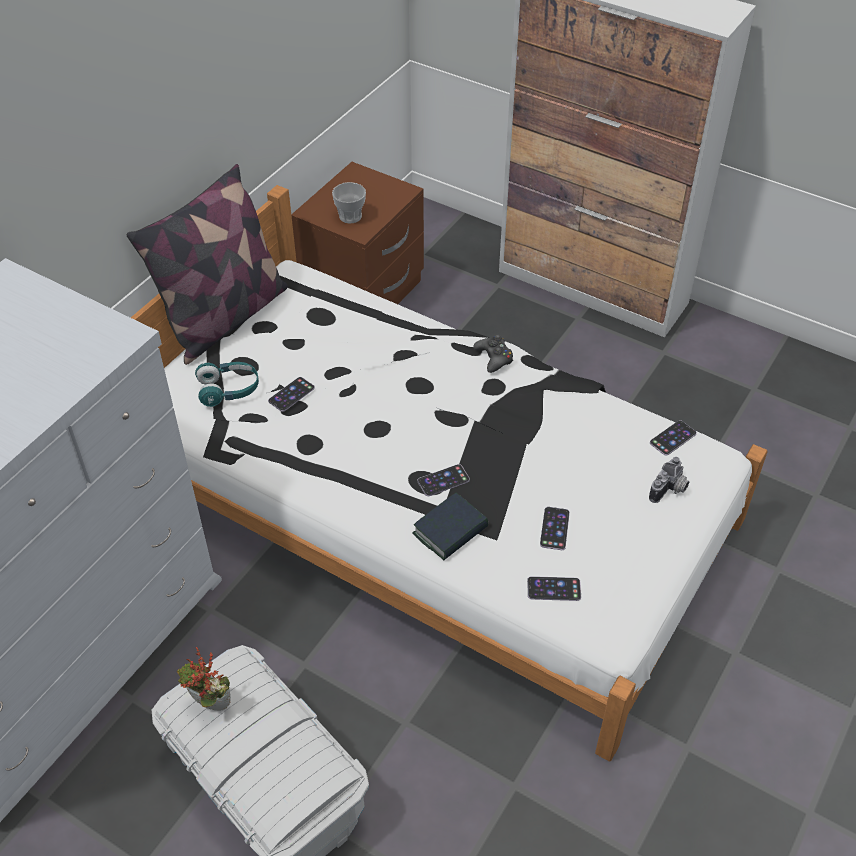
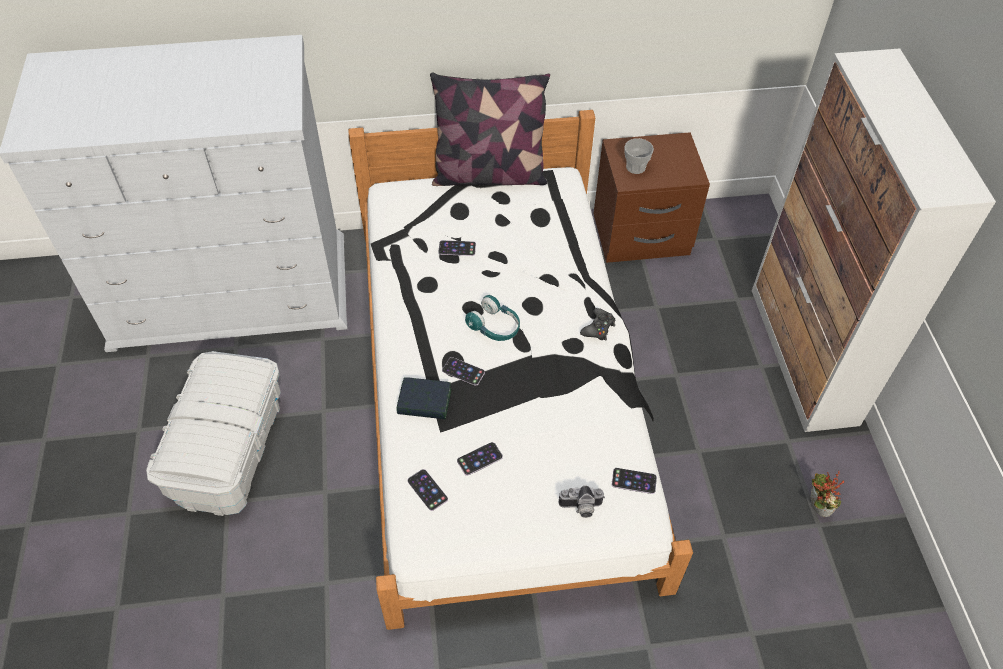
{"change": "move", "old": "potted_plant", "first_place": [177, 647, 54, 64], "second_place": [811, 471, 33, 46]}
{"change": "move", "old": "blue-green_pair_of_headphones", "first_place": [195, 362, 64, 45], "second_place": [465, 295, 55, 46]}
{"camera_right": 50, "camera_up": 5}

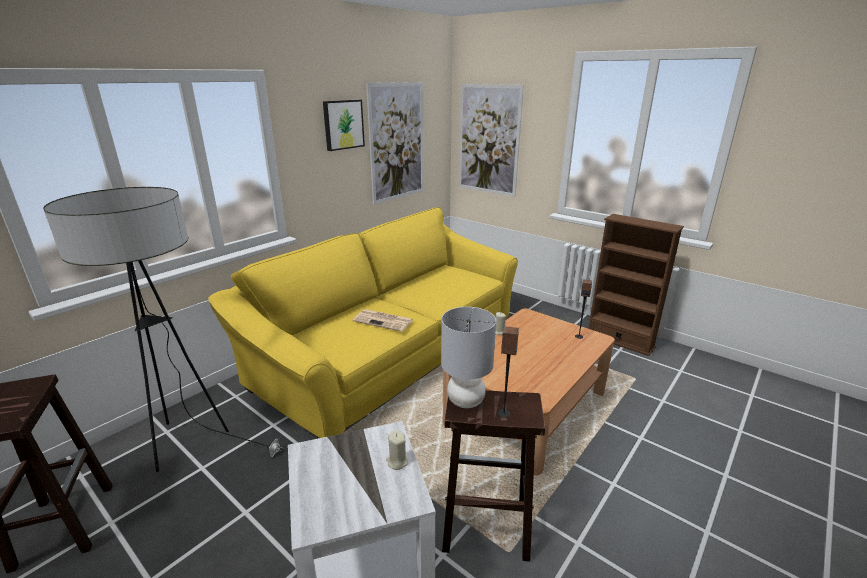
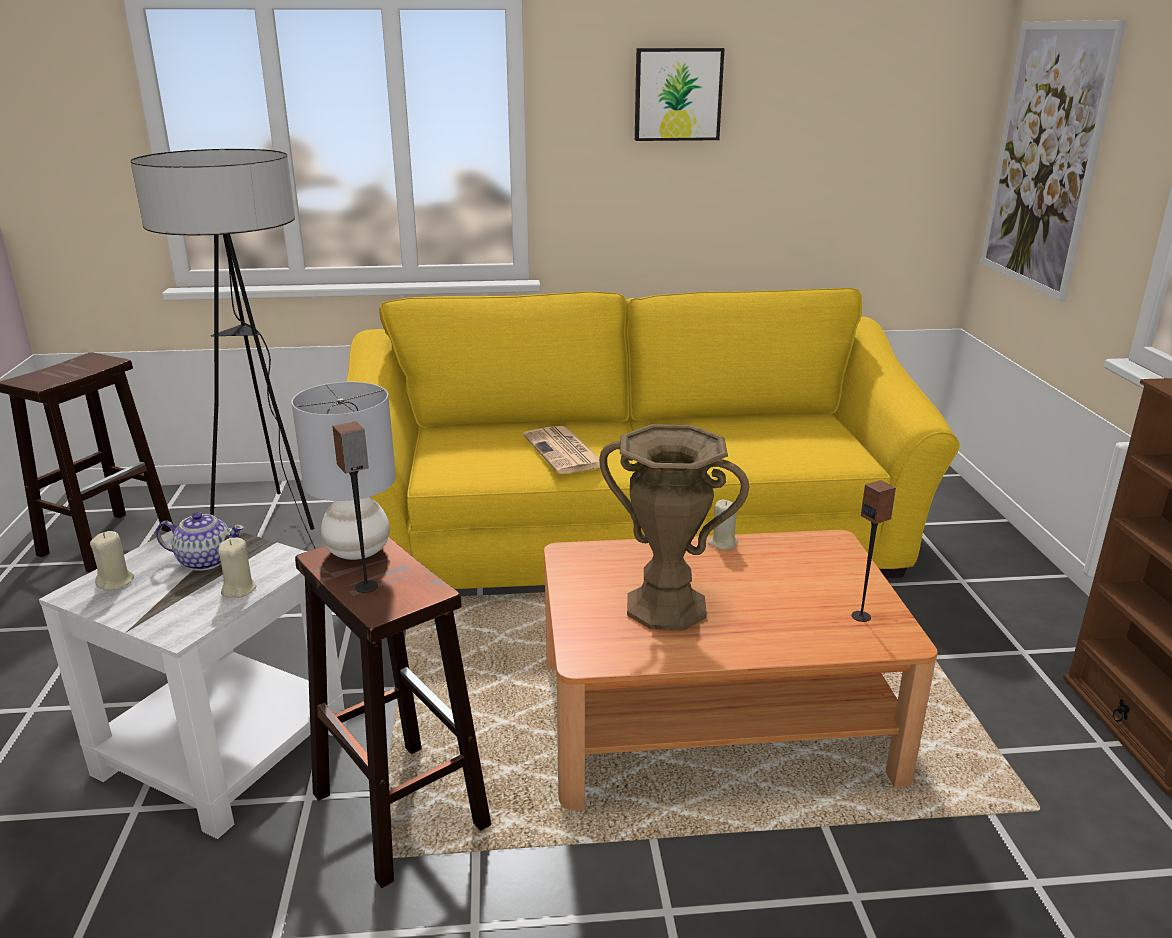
{"change": "delete", "old": "wall_art", "first_place": [366, 82, 58, 122]}
{"change": "insert", "new": "beige_candle", "second_place": [90, 531, 44, 60]}
{"change": "insert", "new": "teapot", "second_place": [156, 512, 89, 59]}
{"change": "insert", "new": "brownish_decorative_vase", "second_place": [599, 424, 150, 207]}
{"camera_right": 45, "camera_up": 0}

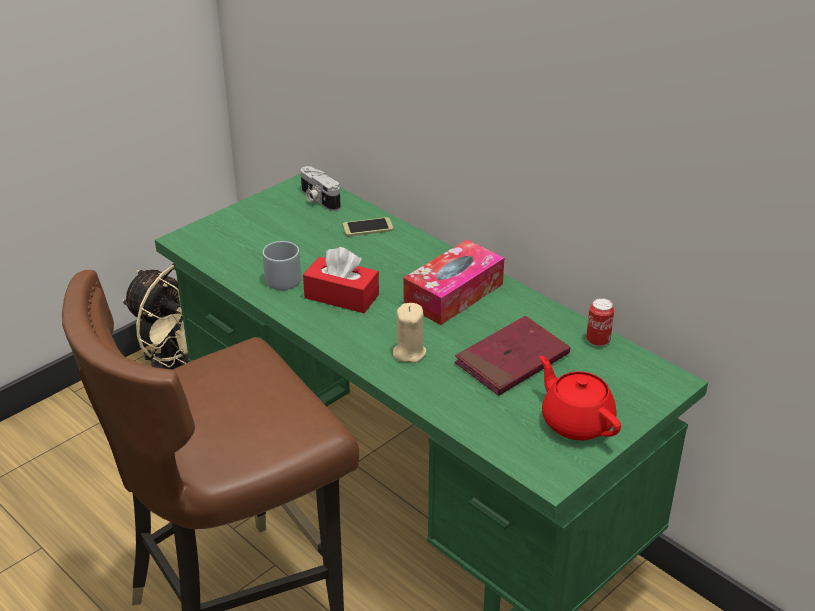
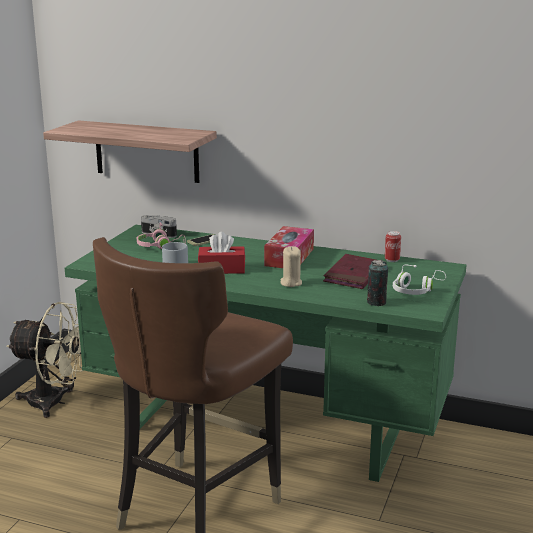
{"change": "replace", "old": "red_teapot", "new": "whitish_pair_of_headphones", "first_place": [539, 356, 82, 84], "second_place": [393, 265, 53, 30]}
{"change": "insert", "new": "shelf", "second_place": [43, 120, 174, 63]}
{"change": "insert", "new": "pink_pair_of_headphones", "second_place": [137, 223, 49, 26]}
{"change": "insert", "new": "can", "second_place": [367, 260, 21, 46]}
{"camera_right": -25, "camera_up": -15}

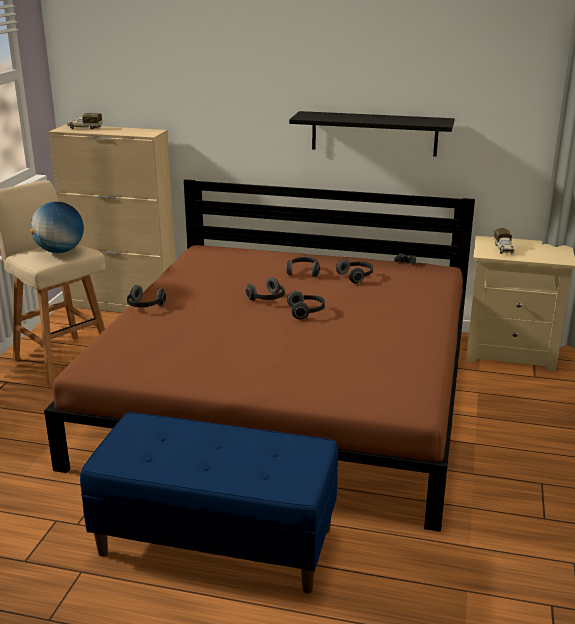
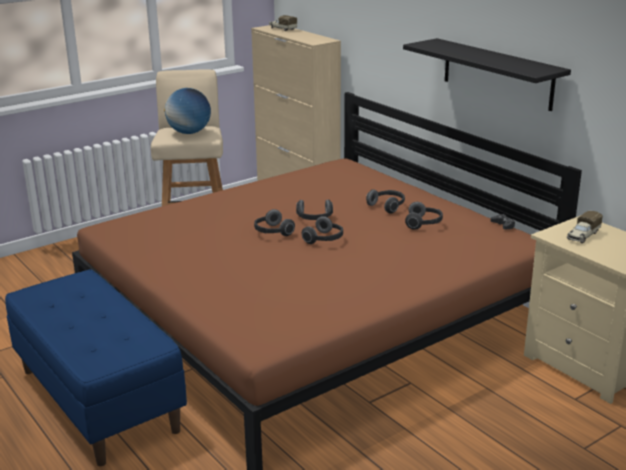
{"change": "move", "old": "pair_of_headphones", "first_place": [127, 285, 40, 22], "second_place": [254, 209, 41, 27]}
{"camera_right": 40, "camera_up": 0}

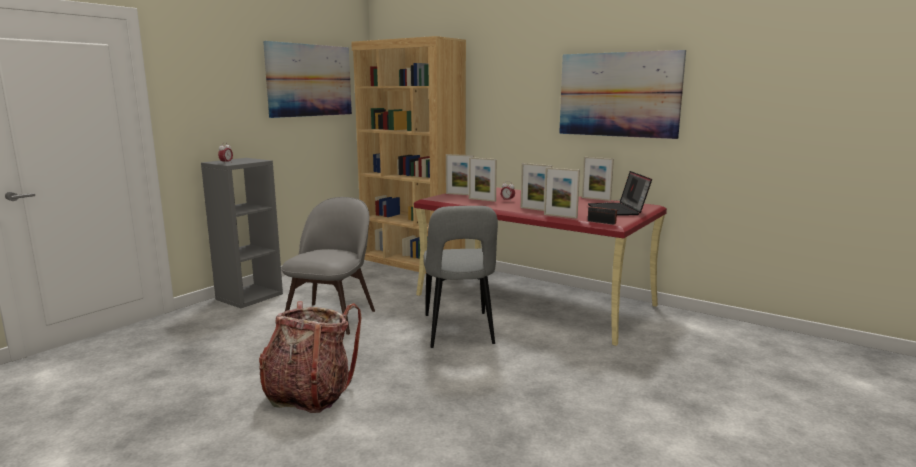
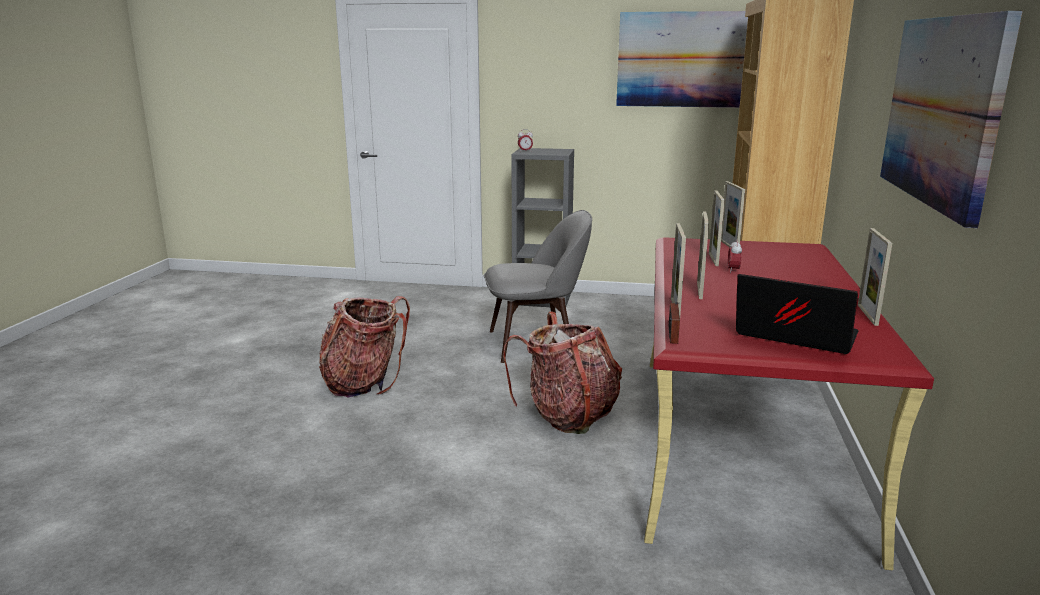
{"change": "replace", "old": "greyish_plain_chair", "new": "backpack", "first_place": [423, 206, 75, 142], "second_place": [503, 312, 119, 122]}
{"change": "rotate", "old": "portable_computer", "first_place": [588, 171, 64, 45], "second_place": [736, 274, 123, 80], "degrees": 60}
{"camera_right": 65, "camera_up": 5}

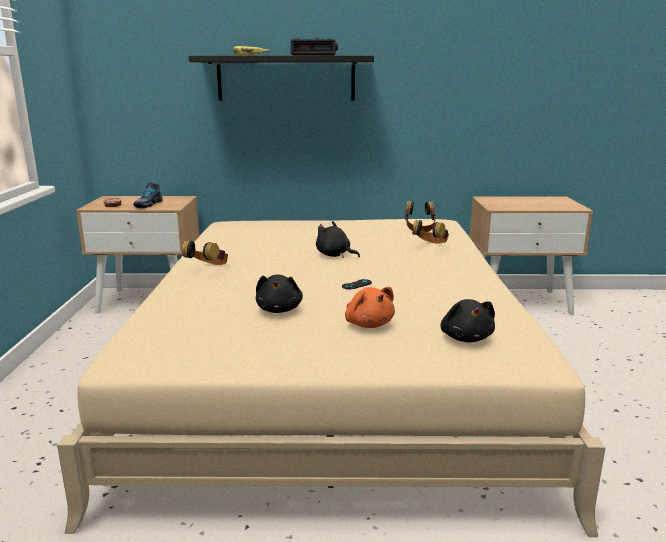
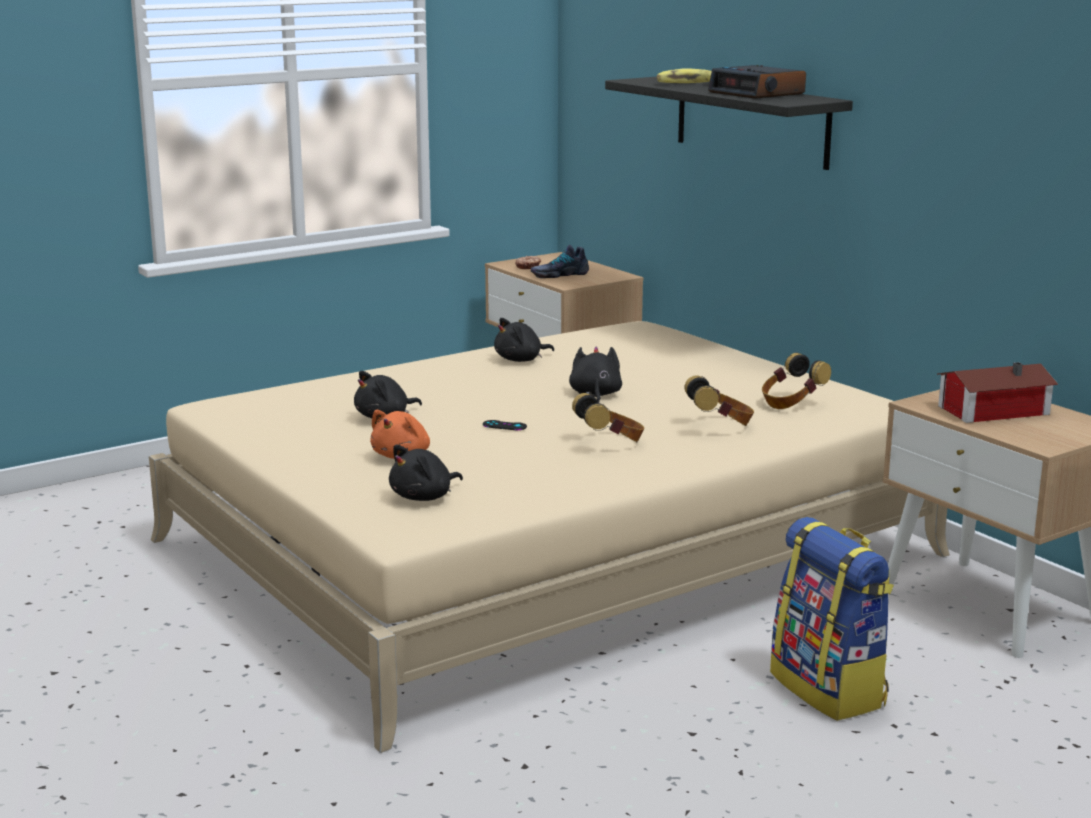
{"change": "move", "old": "pair_of_headphones", "first_place": [182, 241, 46, 24], "second_place": [572, 393, 72, 49]}
{"change": "insert", "new": "blackish_soft_toy", "second_place": [494, 318, 60, 44]}
{"change": "insert", "new": "backpack", "second_place": [770, 517, 124, 204]}
{"change": "insert", "new": "toy_house", "second_place": [937, 362, 121, 61]}
{"camera_right": 55, "camera_up": 0}

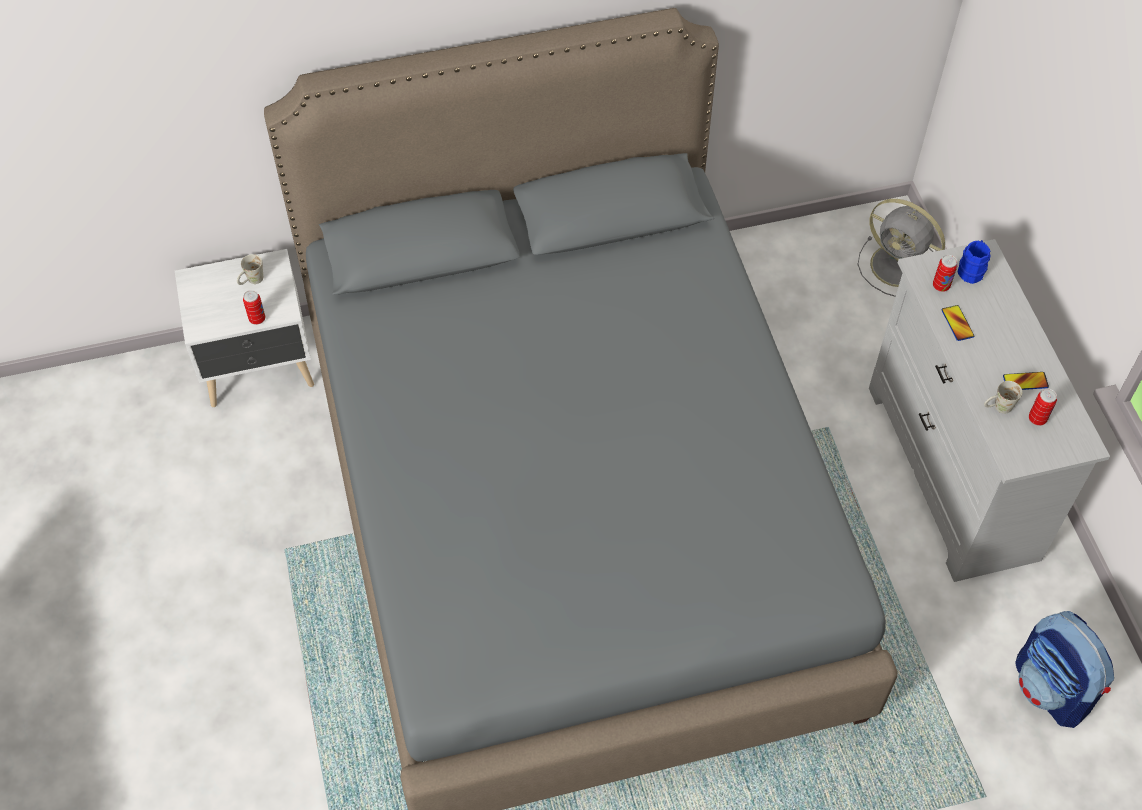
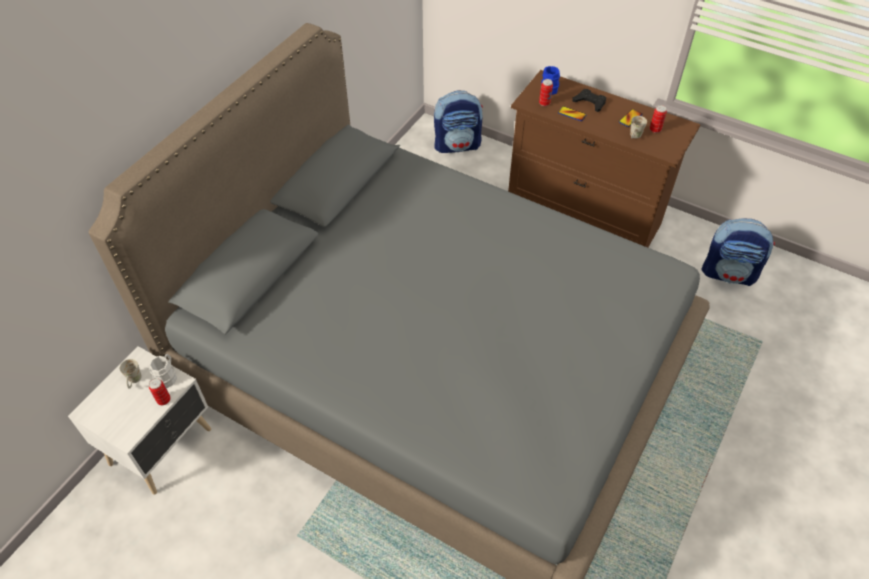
{"change": "replace", "old": "greyish_fan", "new": "backpack", "first_place": [858, 199, 87, 98], "second_place": [434, 90, 49, 63]}
{"change": "recolor", "old": "whitish_drawer_chest", "new": "brownish_drawer_chest", "first_place": [869, 239, 241, 343], "second_place": [508, 70, 193, 178]}
{"change": "insert", "new": "whitish_mug", "second_place": [149, 354, 28, 34]}
{"change": "insert", "new": "blackish_joypad", "second_place": [572, 89, 34, 23]}
{"camera_right": -45, "camera_up": -5}

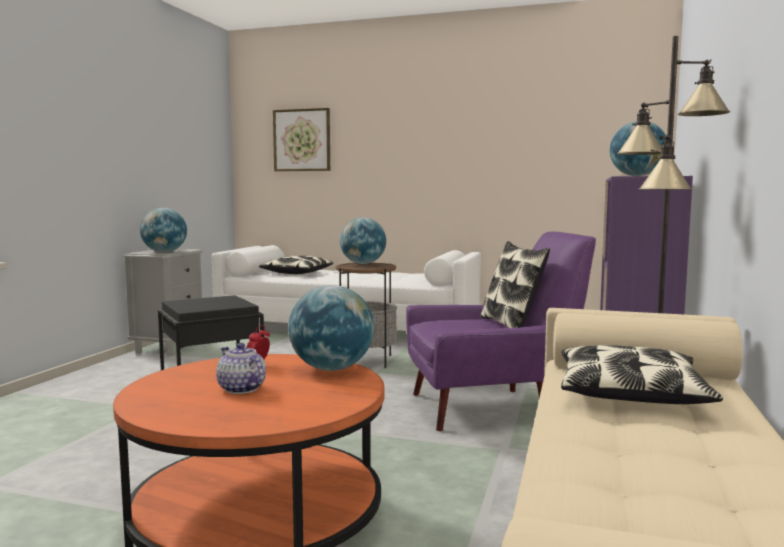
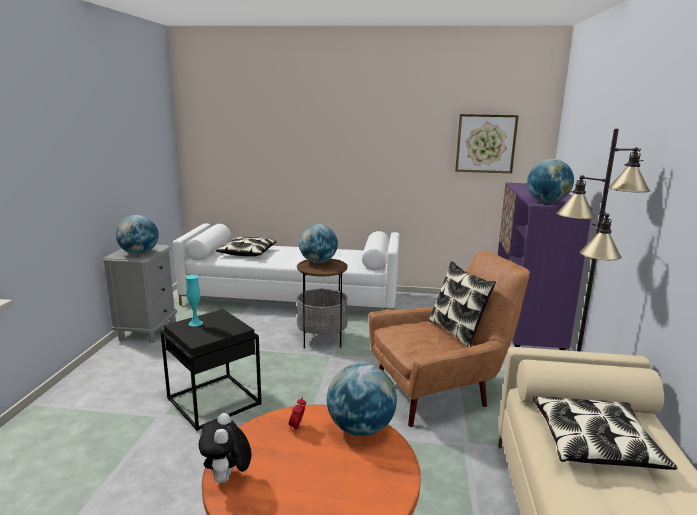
{"change": "delete", "old": "teapot", "first_place": [216, 343, 50, 51]}
{"change": "move", "old": "wall_art", "first_place": [273, 108, 57, 63], "second_place": [455, 114, 64, 59]}
{"change": "recolor", "old": "purplish_easy_chair", "new": "brownish_easy_chair", "first_place": [406, 232, 190, 199], "second_place": [368, 251, 162, 176]}
{"change": "insert", "new": "blue-green_decorative_vase", "second_place": [186, 275, 17, 51]}
{"change": "insert", "new": "soft_toy", "second_place": [198, 413, 53, 70]}
{"camera_right": -10, "camera_up": 10}

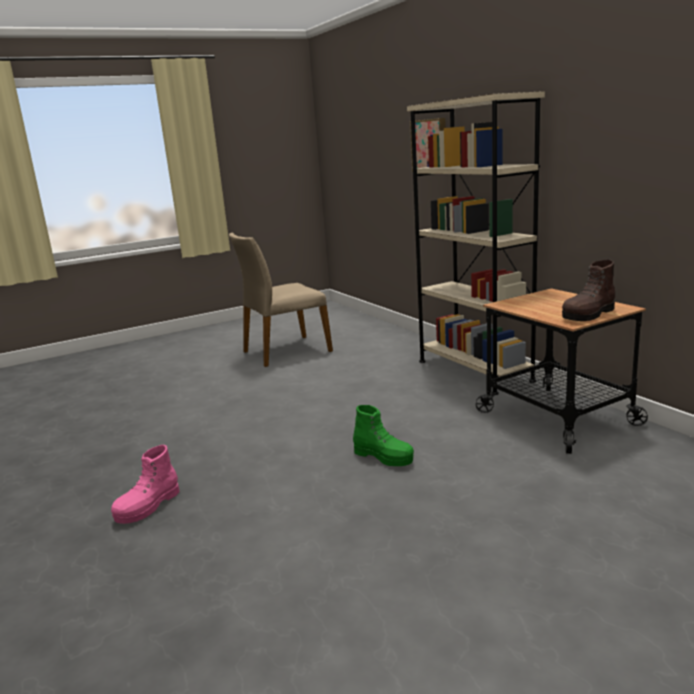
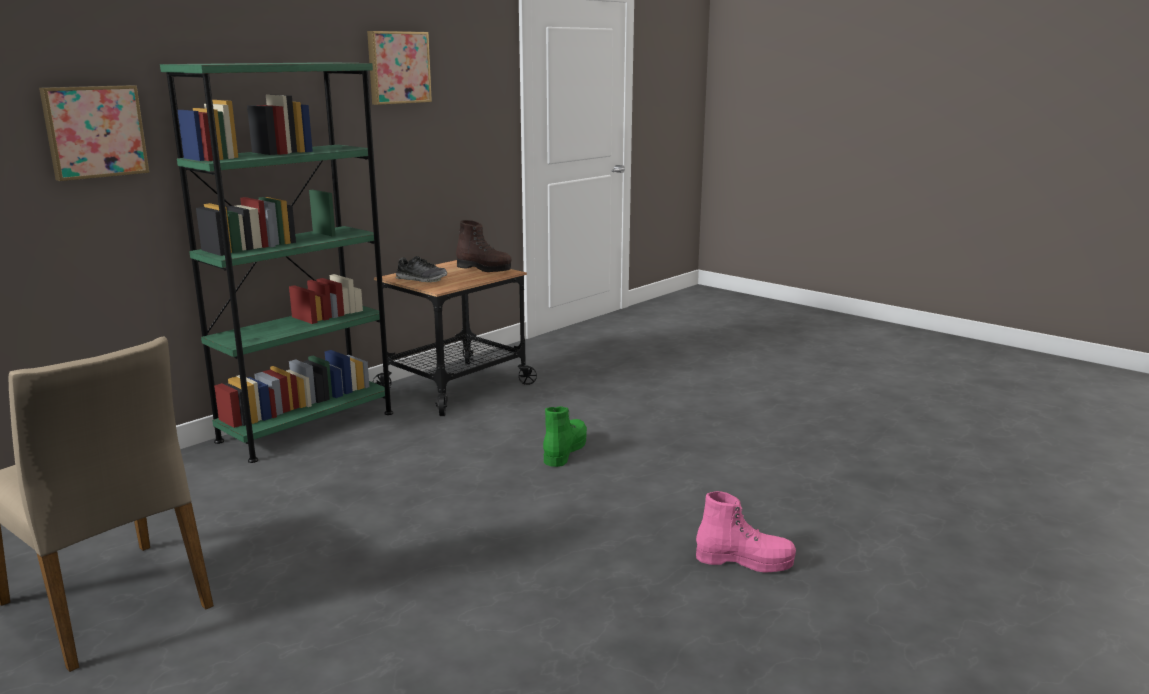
{"change": "recolor", "old": "beige_shelving_unit", "new": "greenish_shelving_unit", "first_place": [407, 91, 138, 304], "second_place": [160, 62, 233, 401]}
{"change": "insert", "new": "wall_art", "second_place": [367, 31, 65, 74]}
{"change": "insert", "new": "low_shoe", "second_place": [396, 256, 51, 26]}
{"camera_right": -110, "camera_up": 0}

